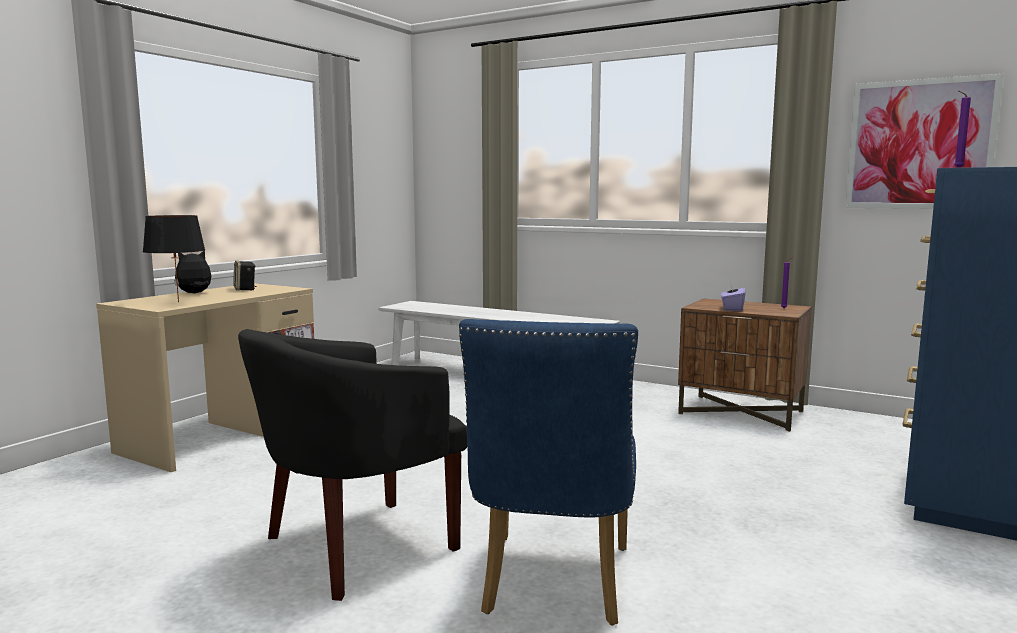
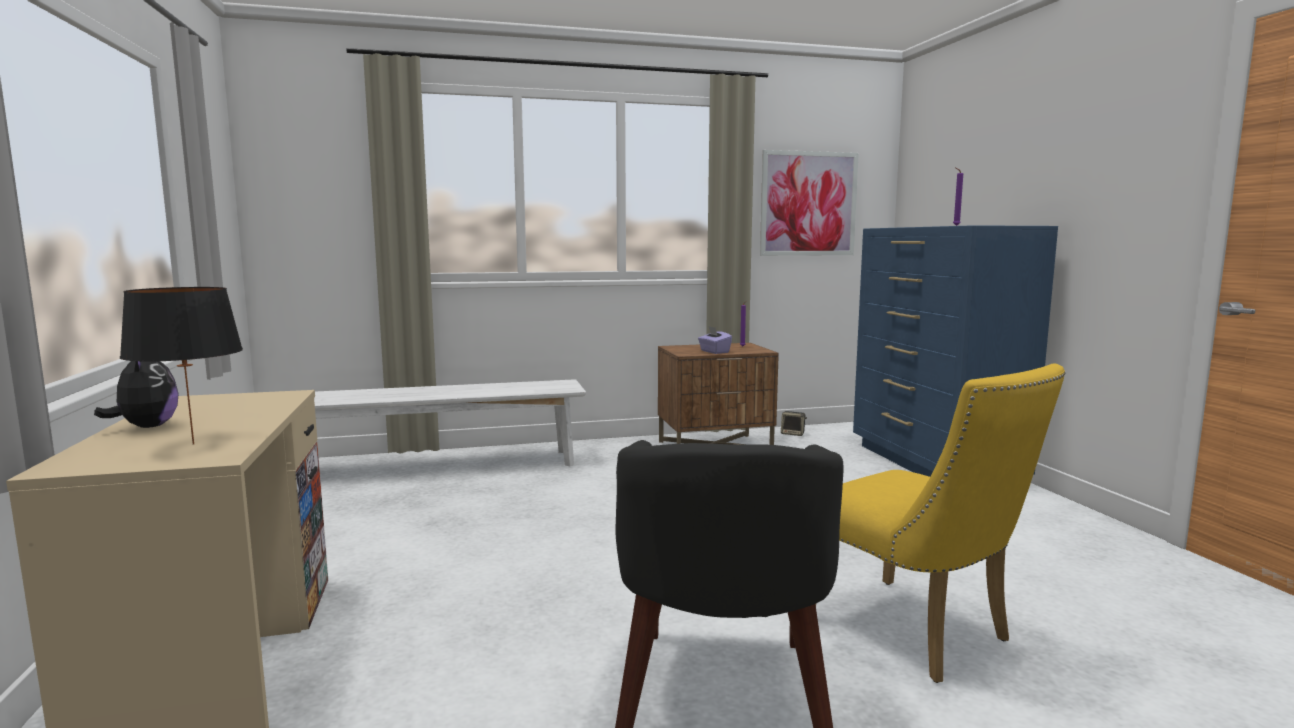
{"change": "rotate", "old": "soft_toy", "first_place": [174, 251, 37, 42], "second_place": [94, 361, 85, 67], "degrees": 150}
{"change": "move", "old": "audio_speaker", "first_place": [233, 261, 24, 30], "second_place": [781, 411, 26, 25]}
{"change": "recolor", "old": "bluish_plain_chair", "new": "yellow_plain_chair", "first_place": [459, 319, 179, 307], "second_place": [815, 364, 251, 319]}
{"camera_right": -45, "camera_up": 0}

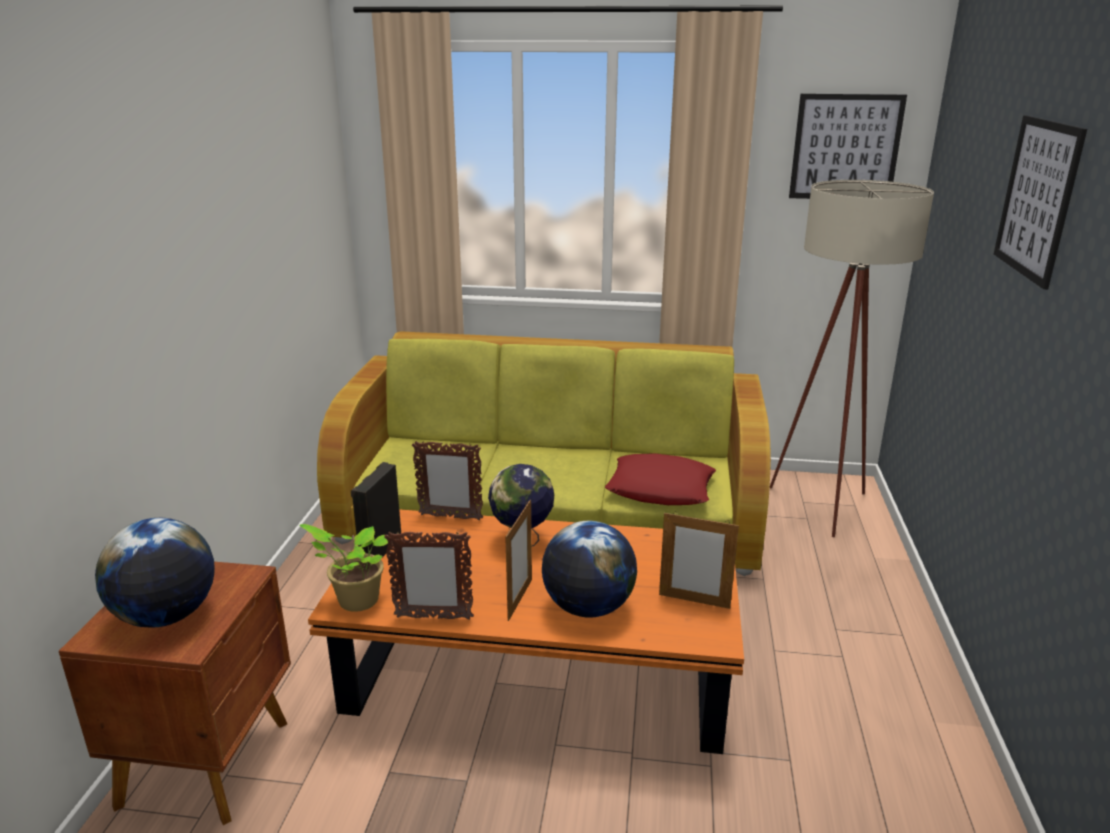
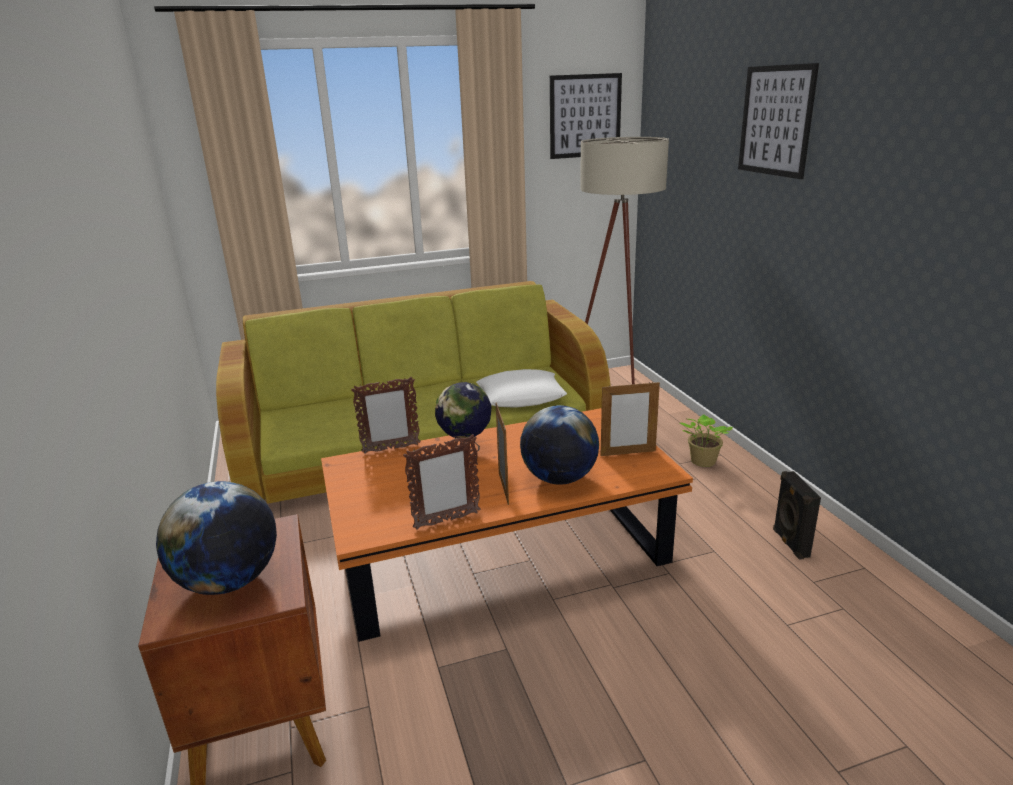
{"change": "move", "old": "potted_plant", "first_place": [300, 524, 88, 88], "second_place": [679, 414, 54, 53]}
{"change": "move", "old": "blackish_audio_speaker", "first_place": [351, 462, 50, 97], "second_place": [773, 471, 48, 89]}
{"change": "recolor", "old": "red_throw_pillow", "new": "whitish_throw_pillow", "first_place": [605, 453, 111, 52], "second_place": [476, 369, 91, 39]}
{"camera_right": -25, "camera_up": 0}

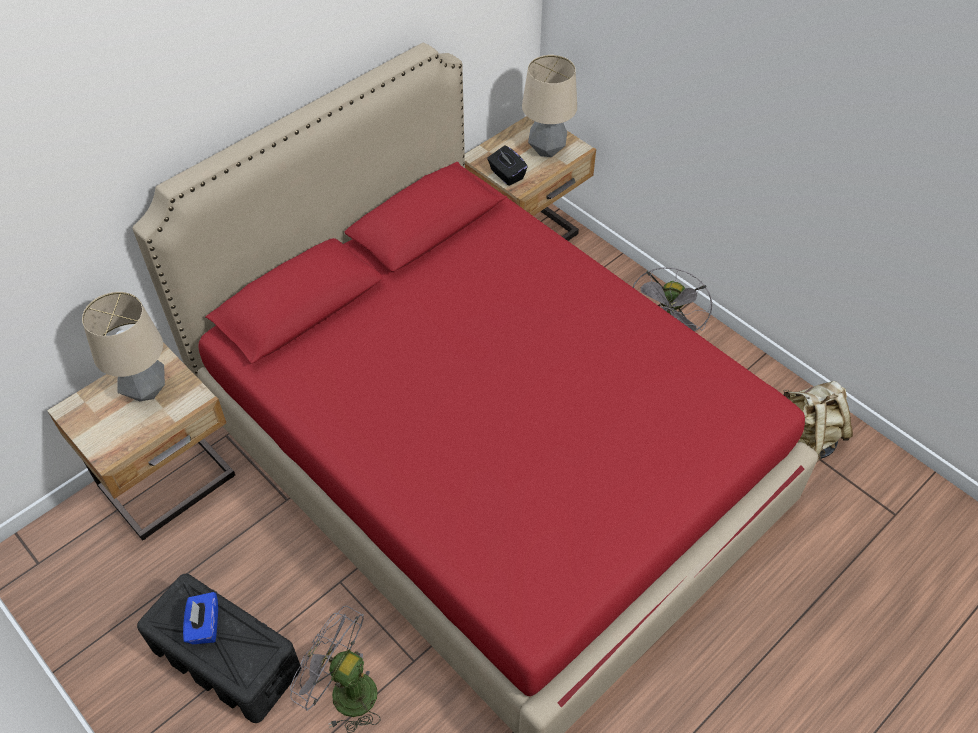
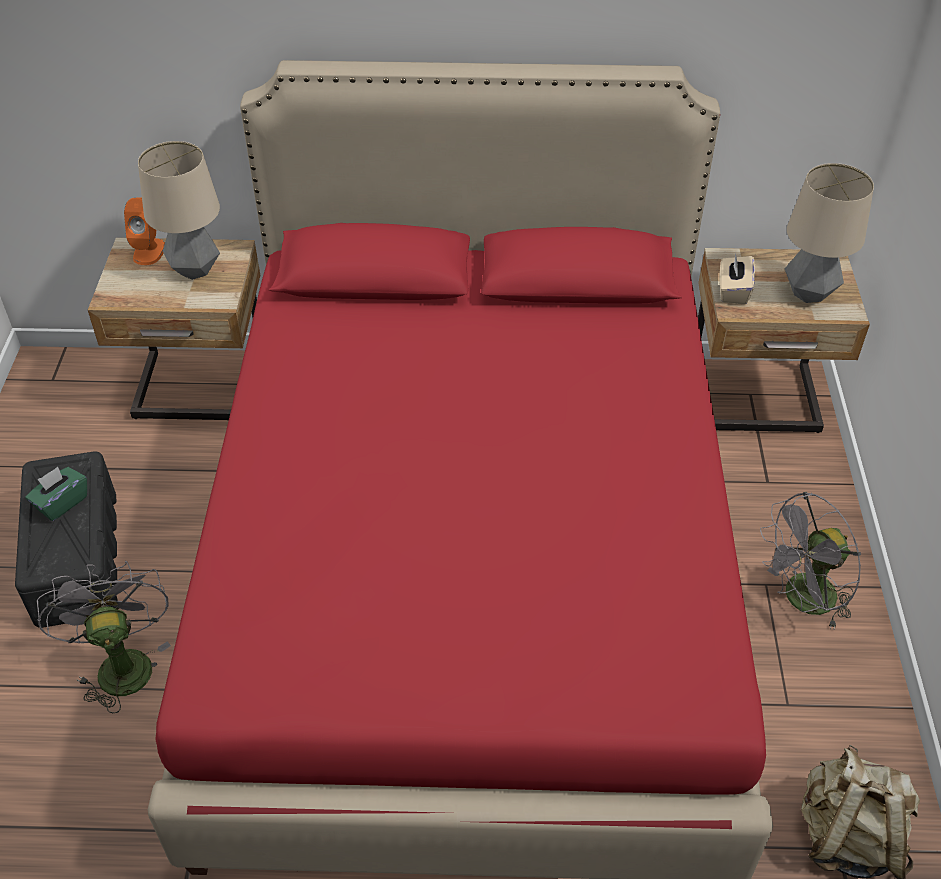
{"change": "recolor", "old": "bluish_tissue_holder", "new": "greenish_tissue_holder", "first_place": [183, 592, 35, 52], "second_place": [25, 467, 62, 54]}
{"change": "recolor", "old": "blackish_tissue_holder", "new": "beige_tissue_holder", "first_place": [487, 146, 41, 40], "second_place": [720, 253, 35, 52]}
{"change": "insert", "new": "orange-coloured_audio_speaker", "second_place": [124, 197, 41, 68]}
{"camera_right": 45, "camera_up": -5}

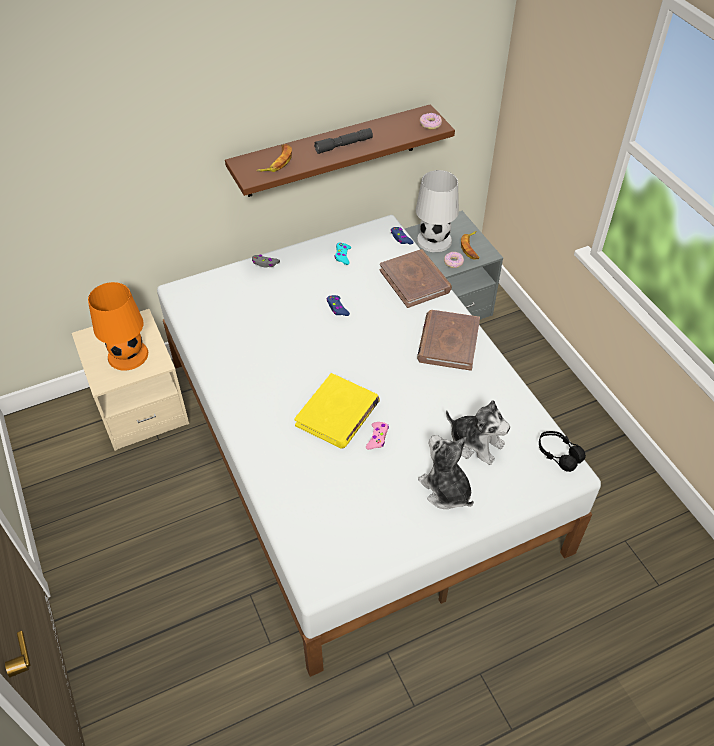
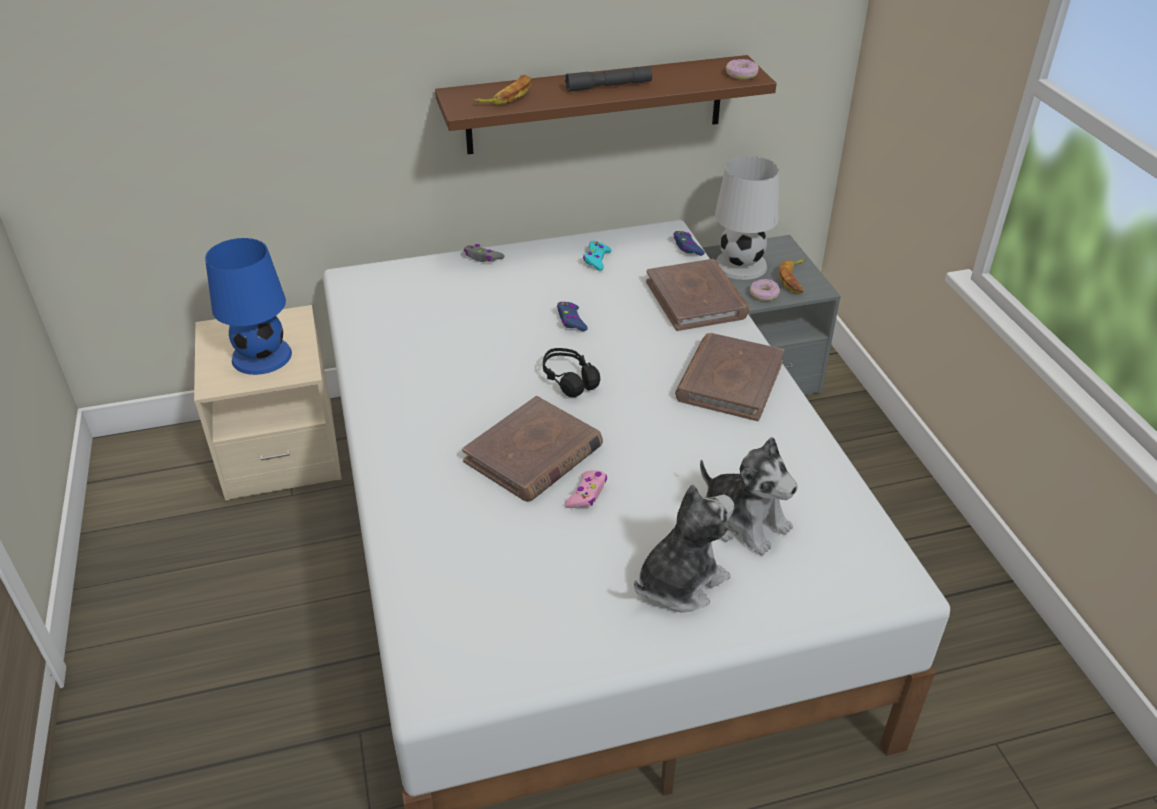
{"change": "recolor", "old": "orange-coloured_lamp_for_a_table", "new": "bluish_lamp_for_a_table", "first_place": [88, 282, 60, 89], "second_place": [205, 238, 87, 137]}
{"change": "recolor", "old": "yellow_book", "new": "brownish_book", "first_place": [294, 373, 86, 75], "second_place": [462, 396, 141, 106]}
{"change": "rotate", "old": "soft_toy", "first_place": [418, 435, 56, 74], "second_place": [634, 485, 100, 127], "degrees": 75}
{"change": "move", "old": "blackish_pair_of_headphones", "first_place": [539, 431, 47, 41], "second_place": [543, 348, 57, 49]}
{"camera_right": 10, "camera_up": -10}

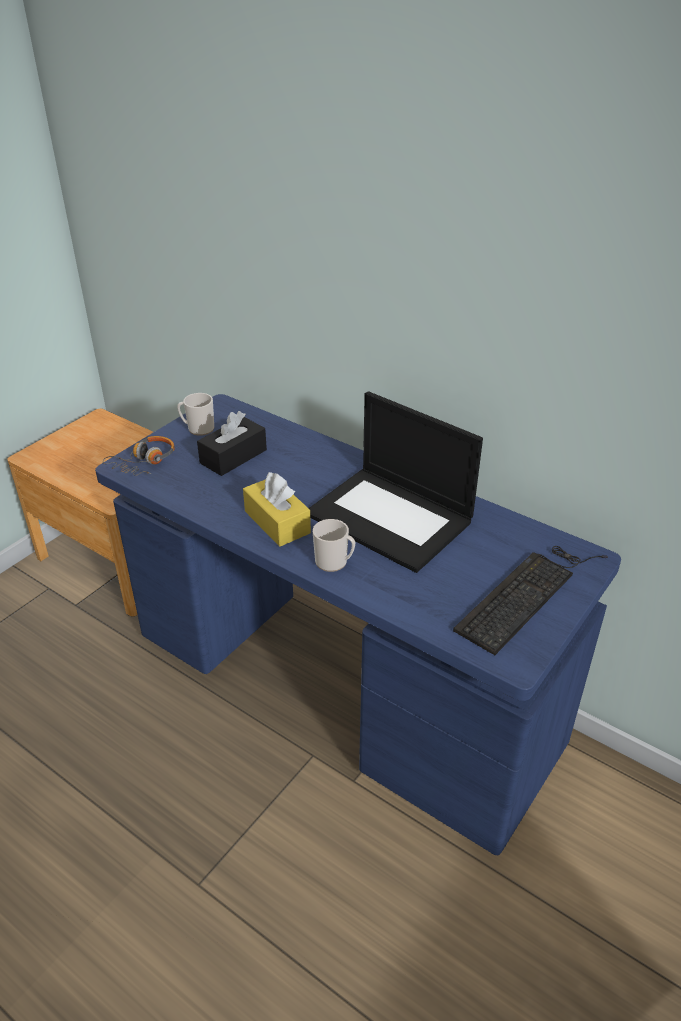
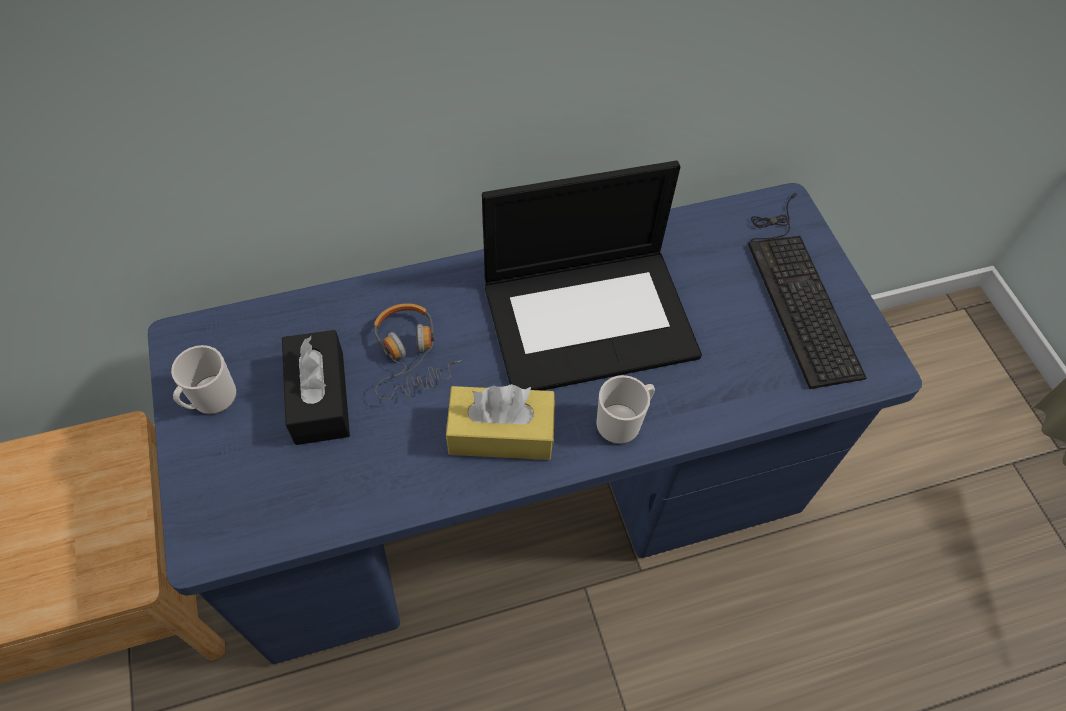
{"change": "move", "old": "pair_of_headphones", "first_place": [103, 436, 72, 40], "second_place": [374, 303, 87, 97]}
{"camera_right": -55, "camera_up": 20}

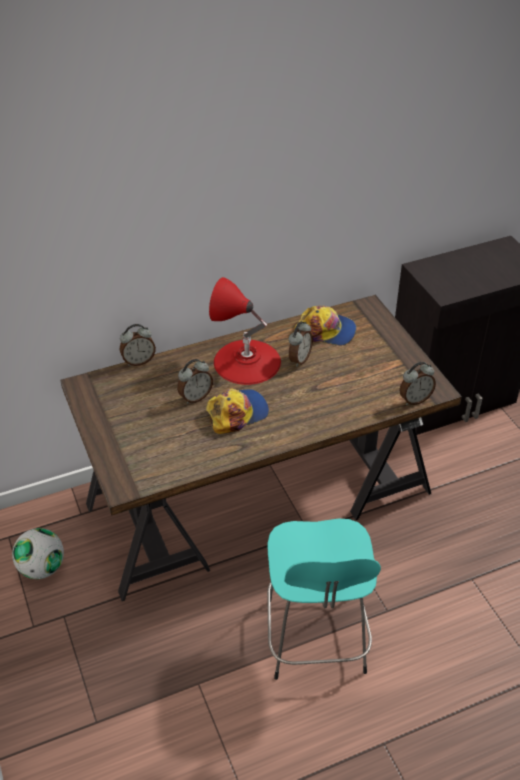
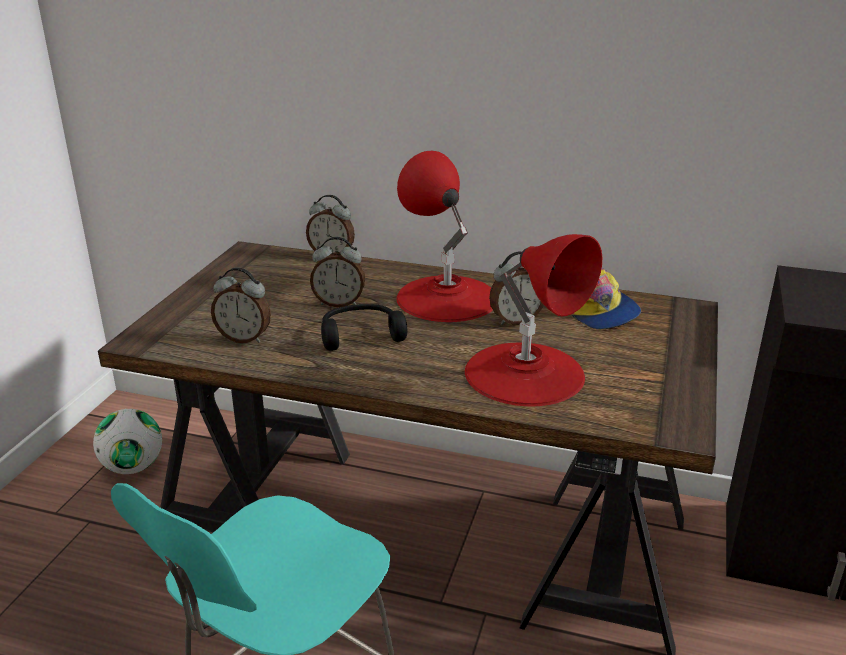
{"change": "replace", "old": "peaked_cap", "new": "blackish_pair_of_headphones", "first_place": [206, 389, 63, 45], "second_place": [321, 304, 86, 47]}
{"change": "move", "old": "bedside_clock", "first_place": [399, 362, 37, 43], "second_place": [211, 268, 60, 75]}
{"change": "insert", "new": "red_lamp_for_a_table", "second_place": [465, 234, 137, 172]}
{"camera_right": 40, "camera_up": -15}

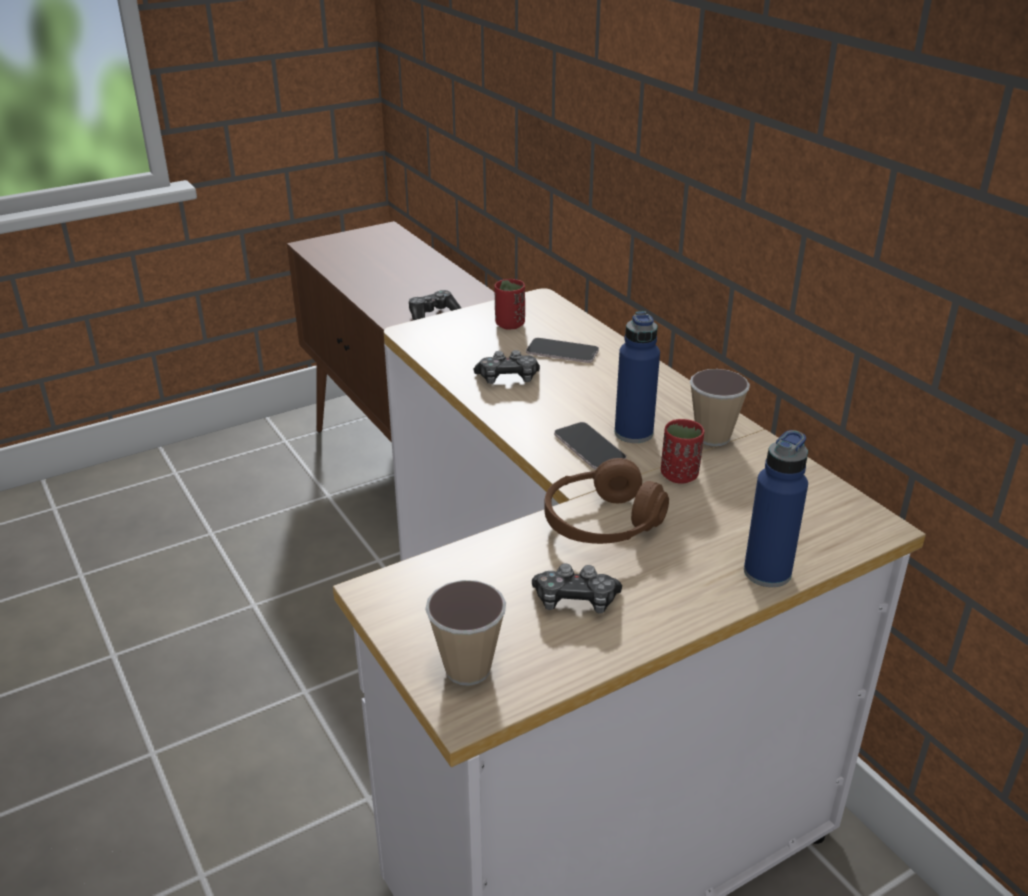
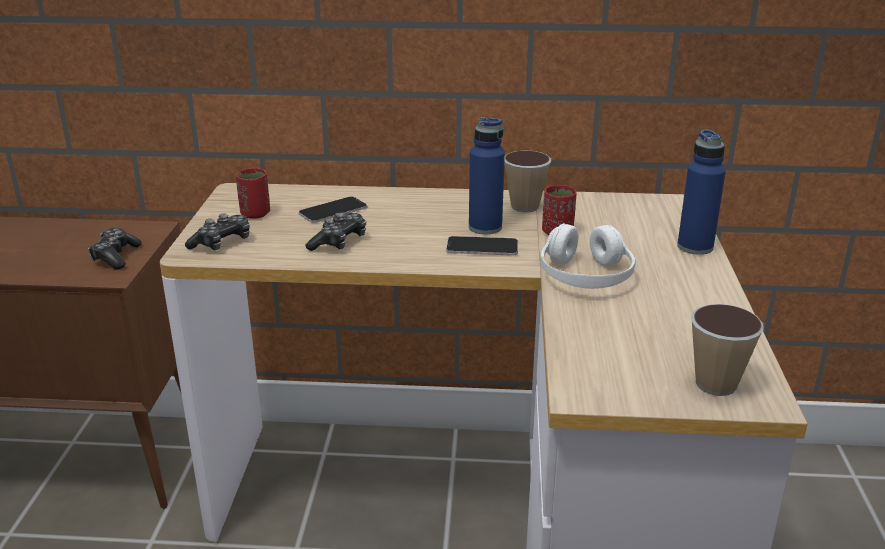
{"change": "move", "old": "joypad", "first_place": [532, 563, 90, 51], "second_place": [185, 213, 65, 38]}
{"change": "recolor", "old": "brownish_pair_of_headphones", "new": "whitish_pair_of_headphones", "first_place": [544, 458, 125, 86], "second_place": [540, 224, 96, 65]}
{"camera_right": -55, "camera_up": -5}

